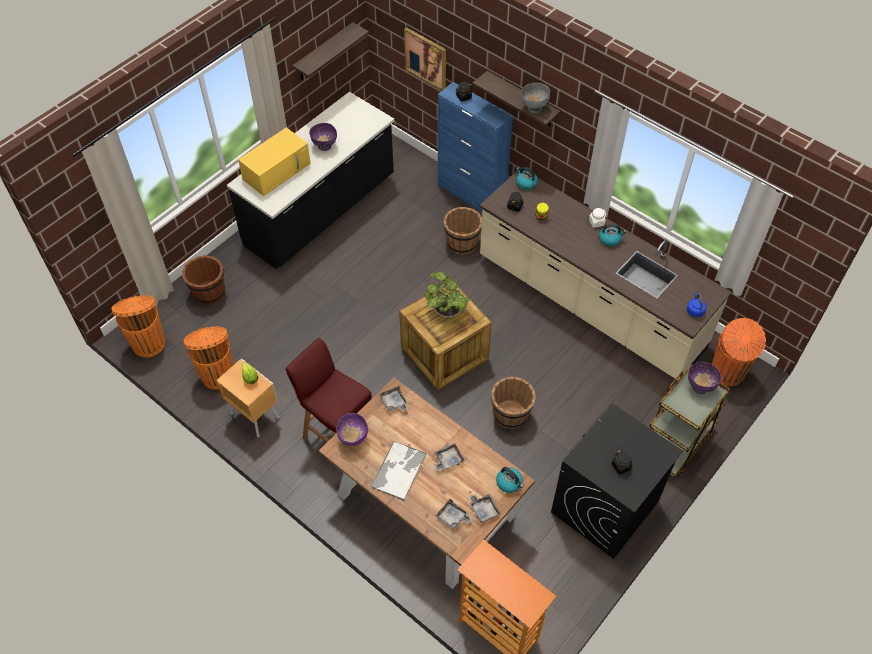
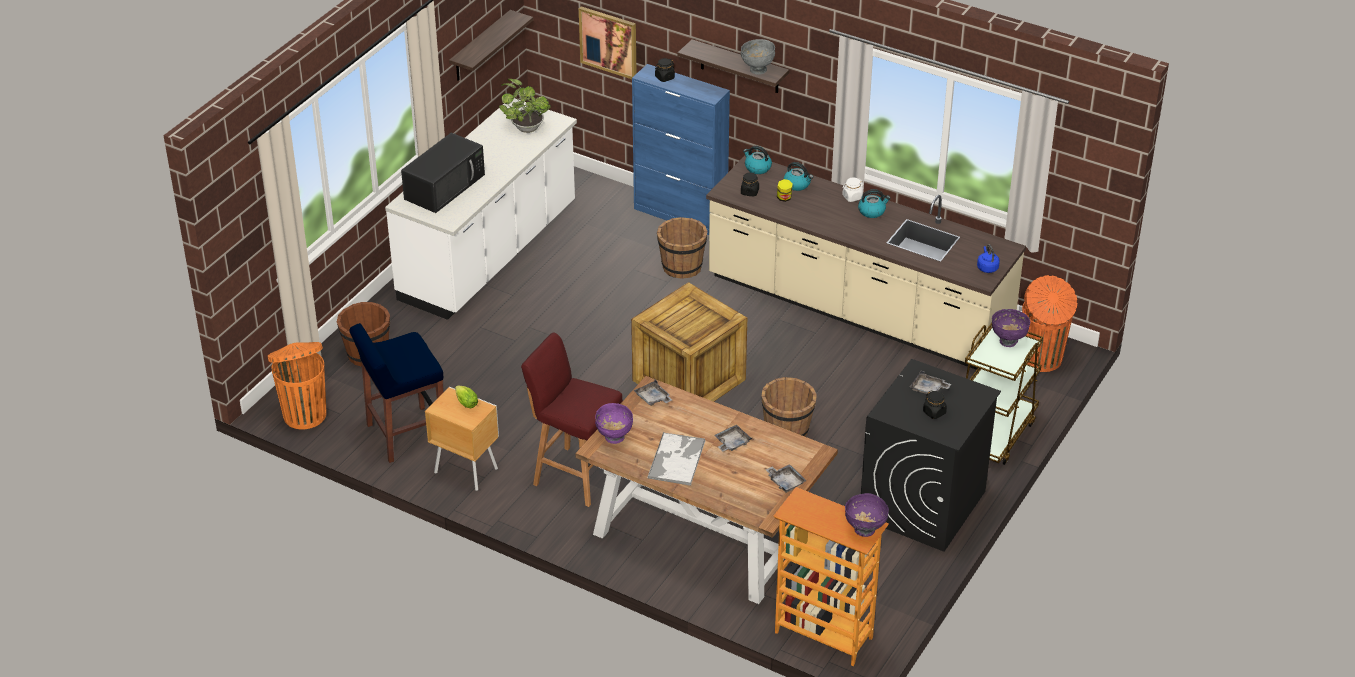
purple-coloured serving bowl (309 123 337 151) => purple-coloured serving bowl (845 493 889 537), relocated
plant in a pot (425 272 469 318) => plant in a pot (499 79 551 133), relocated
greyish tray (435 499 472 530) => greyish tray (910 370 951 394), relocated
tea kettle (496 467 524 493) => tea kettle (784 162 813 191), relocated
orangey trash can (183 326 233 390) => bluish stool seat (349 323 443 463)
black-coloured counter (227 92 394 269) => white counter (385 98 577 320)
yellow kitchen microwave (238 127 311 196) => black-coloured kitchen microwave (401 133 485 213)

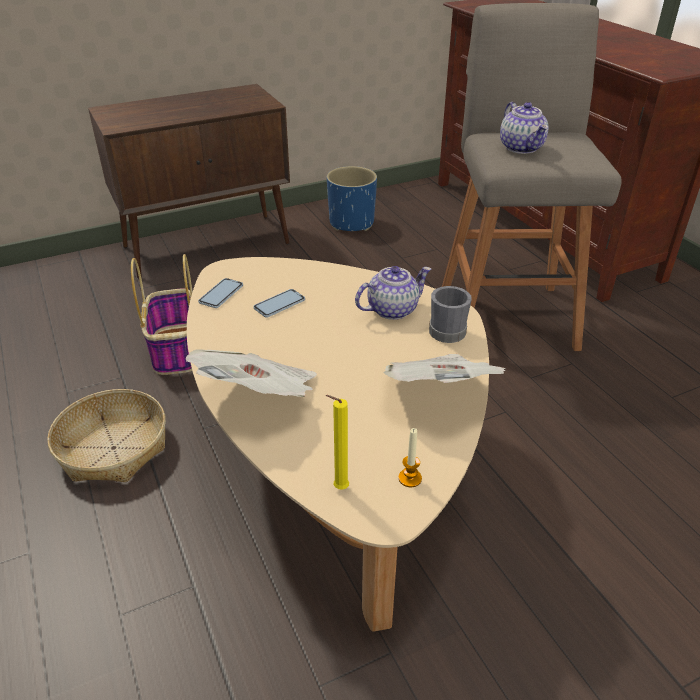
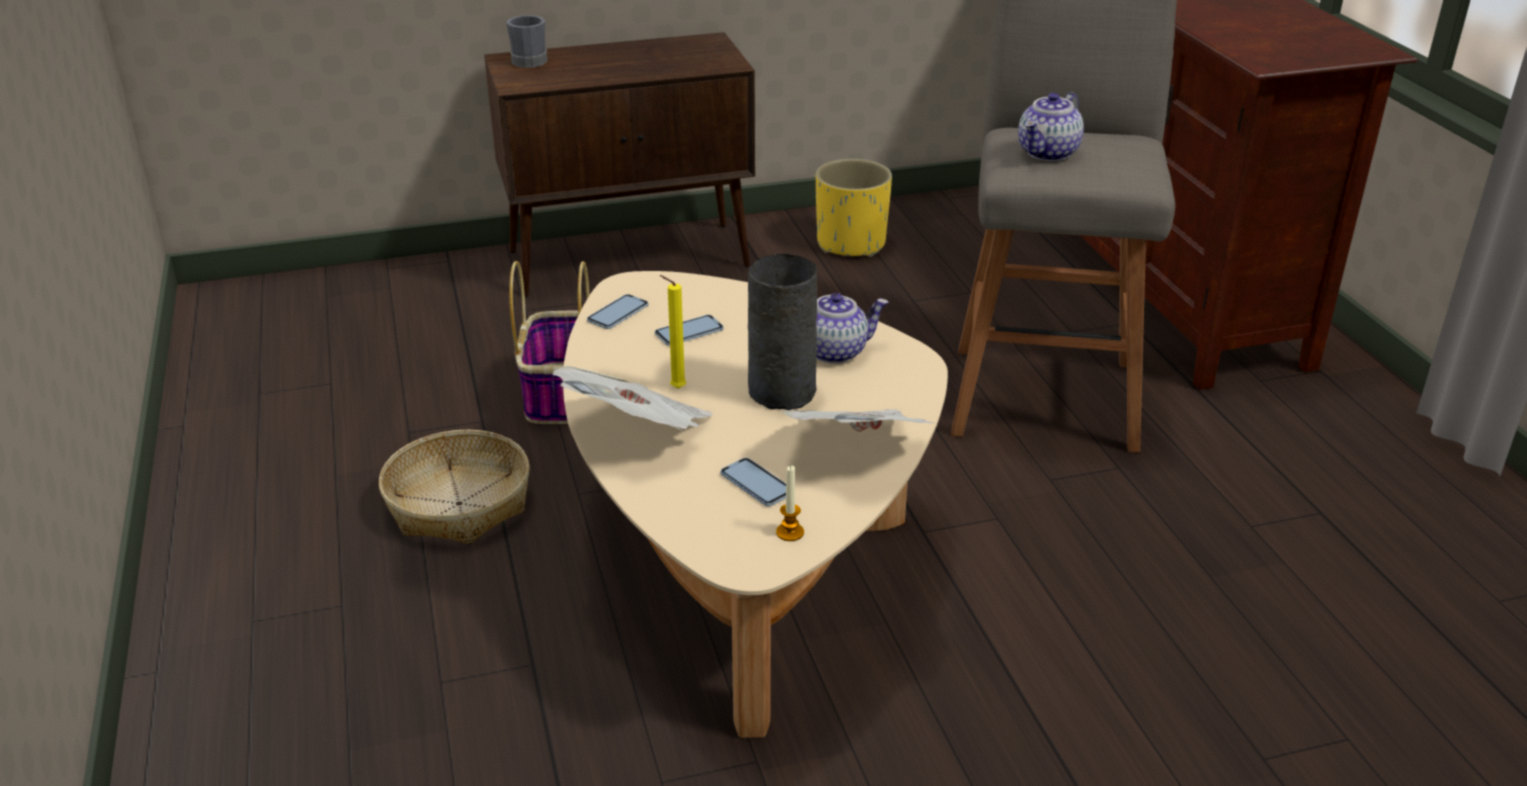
nothing => handset (721 458 786 506)
nothing => greyish vase (748 254 817 410)
yellow wax light (326 395 349 490) => yellow wax light (660 275 686 389), relocated
greyish coffee mug (429 286 472 343) => greyish coffee mug (507 15 547 68), relocated
bluish flower pot (327 166 377 231) => yellow flower pot (816 159 892 257)
tea pot (500 102 549 154) => tea pot (1018 92 1084 161), 45 degrees clockwise

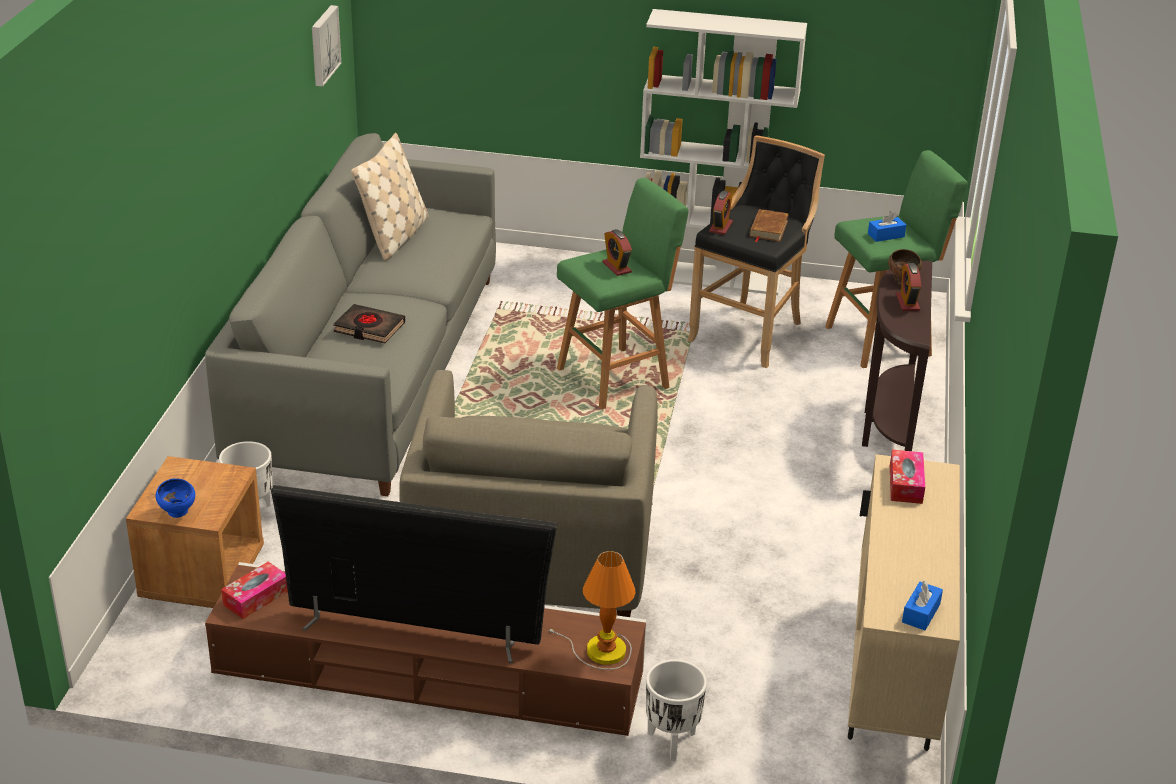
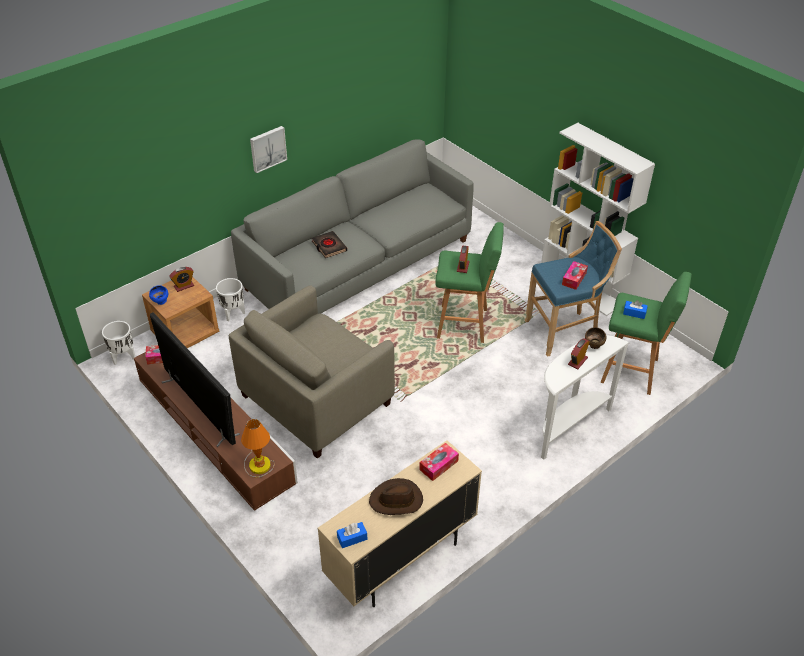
beige-coloured cushion (351 133 428 260) => nothing
nothing => brownish clothing hat (369 478 423 515)
picture (312 5 341 87) => picture (250 126 287 173), relocated
white flower pot (646 660 707 761) => white flower pot (102 321 135 365), relocated
alarm clock (709 191 733 235) => alarm clock (169 267 194 292), relocated
brownish bound book (749 209 789 242) => box of tissues (562 261 588 290)
black-coloured stool seat (687 135 825 368) => bluish stool seat (525 221 622 357)
brownish console table (862 261 932 451) => white console table (541 335 629 460)

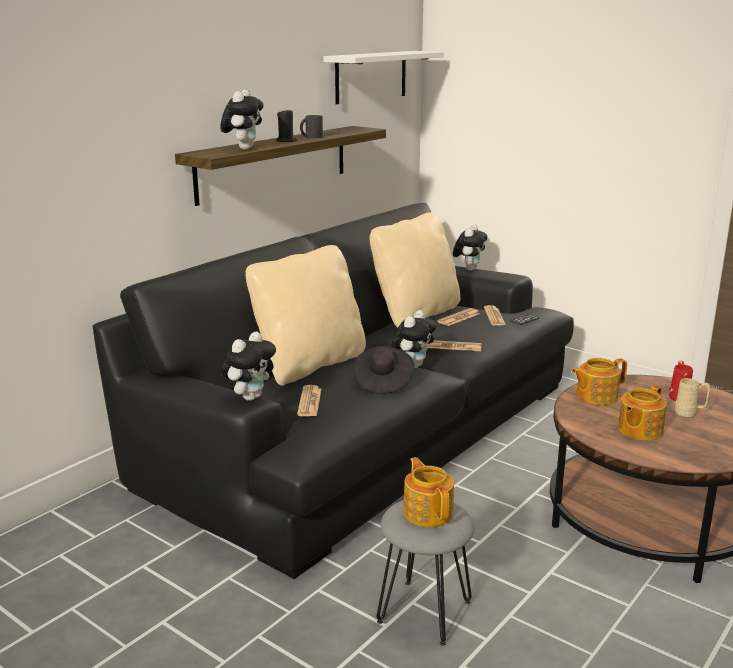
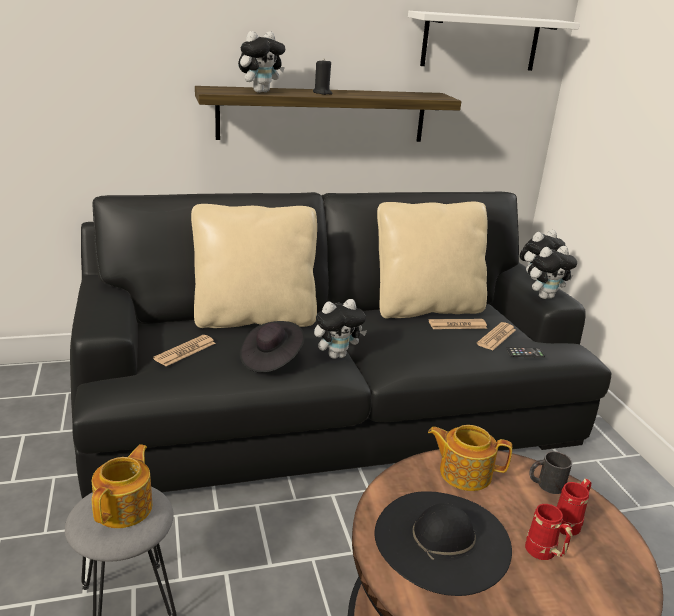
newspaper (427 340 482 351) => nothing
cuddly toy (222 332 276 401) => cuddly toy (528 246 577 299), relocated
black-coloured coffee mug (300 115 323 138) => black-coloured coffee mug (529 451 572 494), relocated
tea pot (618 385 667 440) => black-coloured clothing hat (375 491 512 596)
beige-coloured coffee mug (674 378 711 417) => red coffee mug (525 504 572 560)

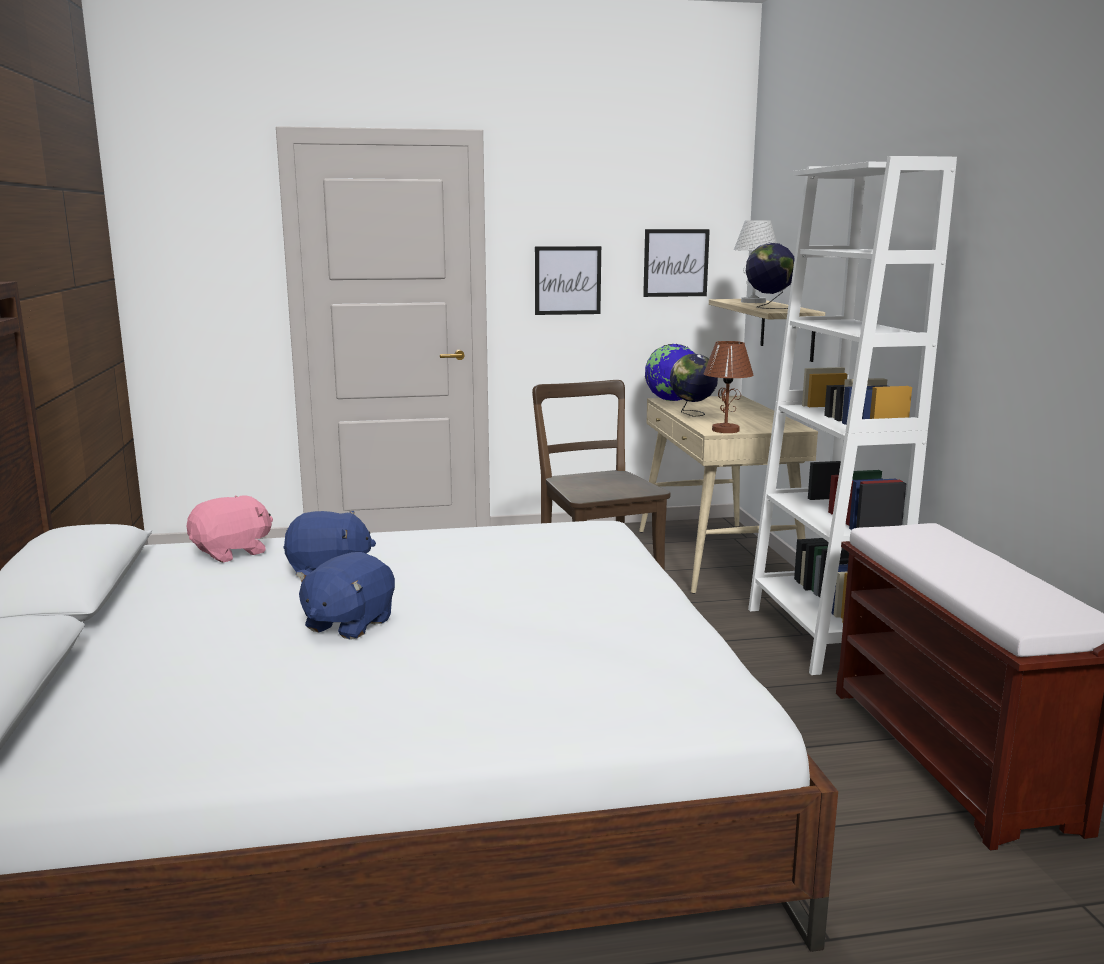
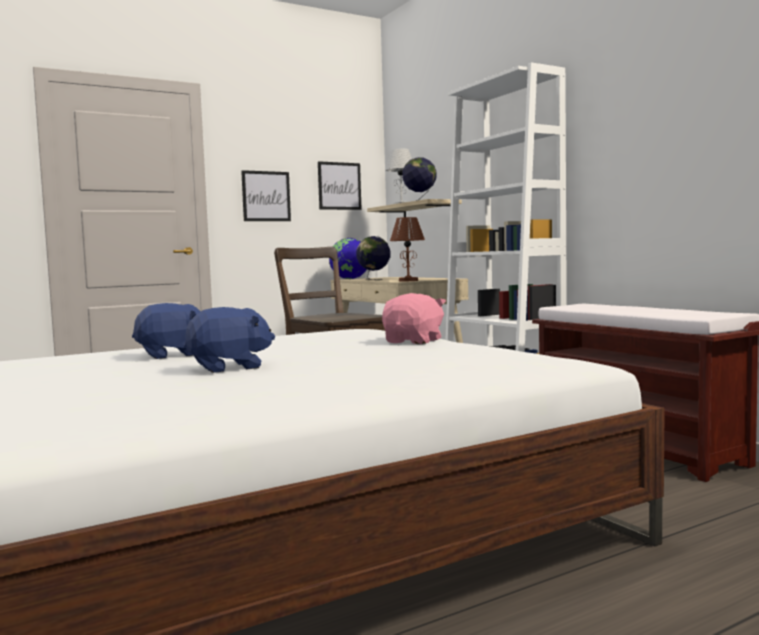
pink cuddly toy (187 496 273 562) => pink cuddly toy (382 293 446 344), relocated
bluish cuddly toy (296 552 395 640) => bluish cuddly toy (184 307 275 373), 120 degrees counterclockwise

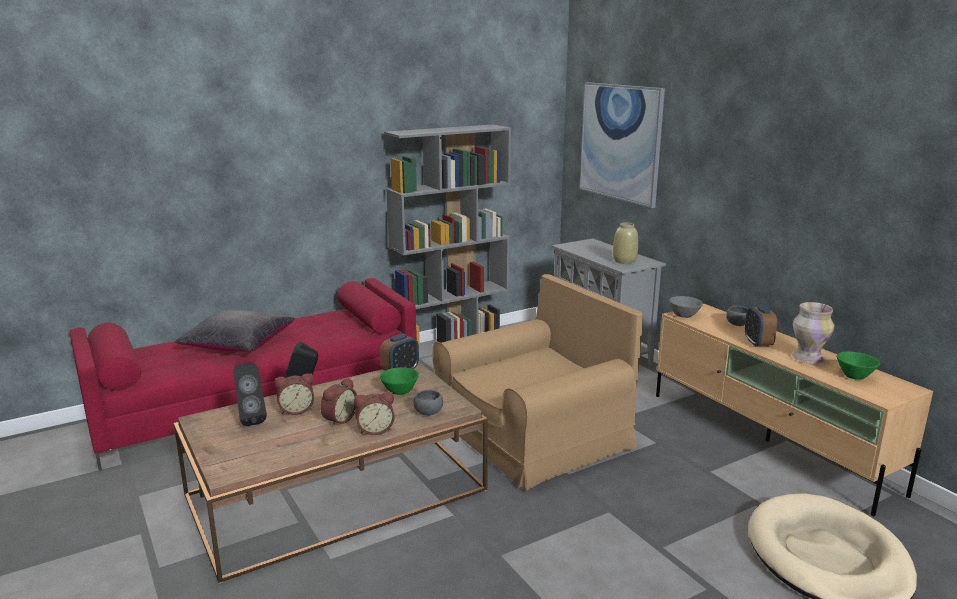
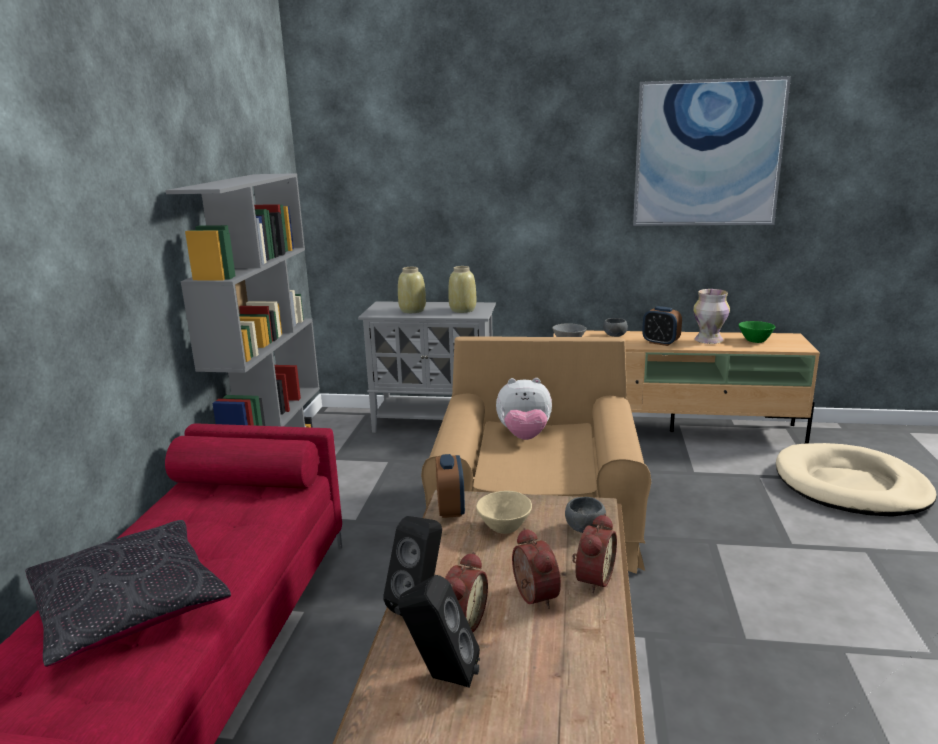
nothing => beige-coloured vase (398 267 426 313)
nothing => cuddly toy (496 378 552 440)
picture (579 82 665 208) => picture (633 76 791 226), relocated
green-coloured serving bowl (380 367 419 395) => beige-coloured serving bowl (476 491 532 534)

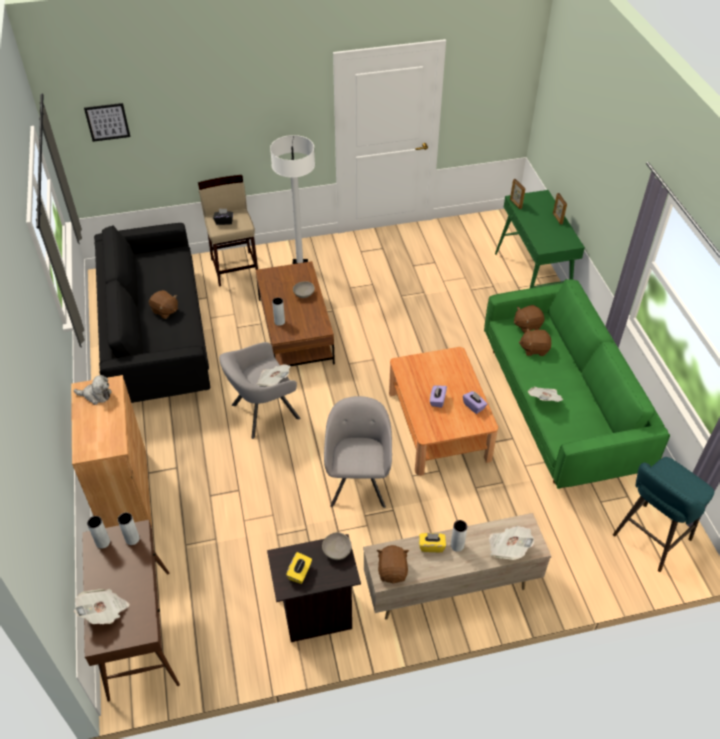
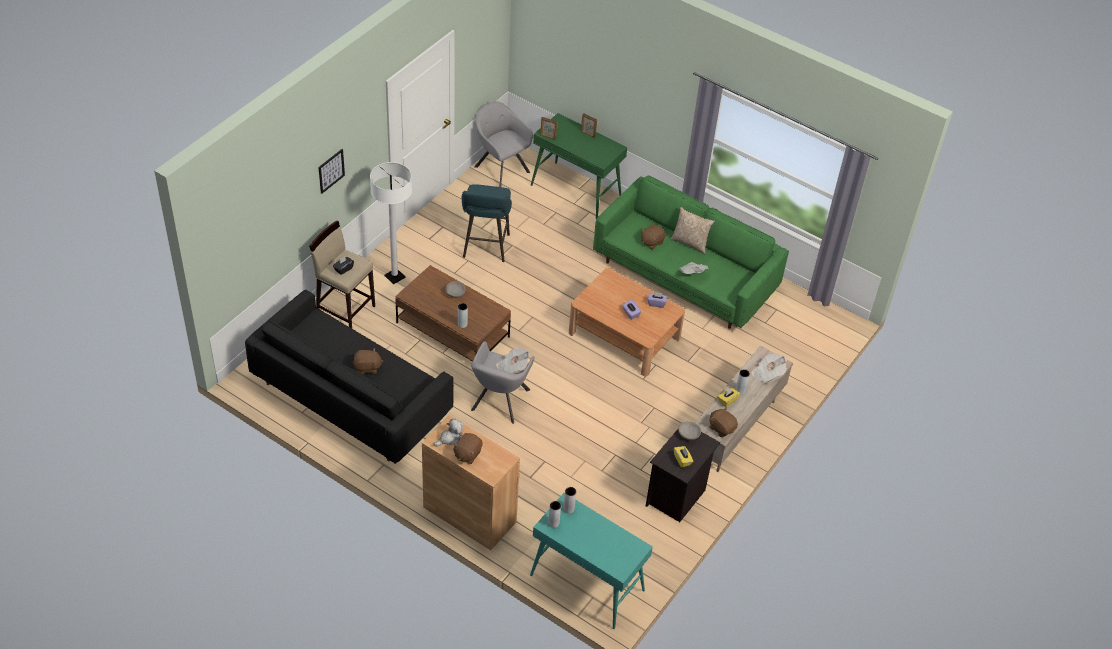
newspaper (74 589 130 624) => nothing
nothing => cushion (670 207 715 254)
picture (84 103 130 142) => picture (318 149 345 194), relocated
greyish easy chair (324 396 392 508) => greyish easy chair (474 102 533 187), relocated
brownish cuddly toy (514 305 545 333) => brownish cuddly toy (453 433 482 464), relocated
turquoise-coloured stool seat (613 457 714 572) => turquoise-coloured stool seat (462 184 512 262), relocated
brownish console table (82 520 180 702) => turquoise-coloured console table (530 493 653 629)

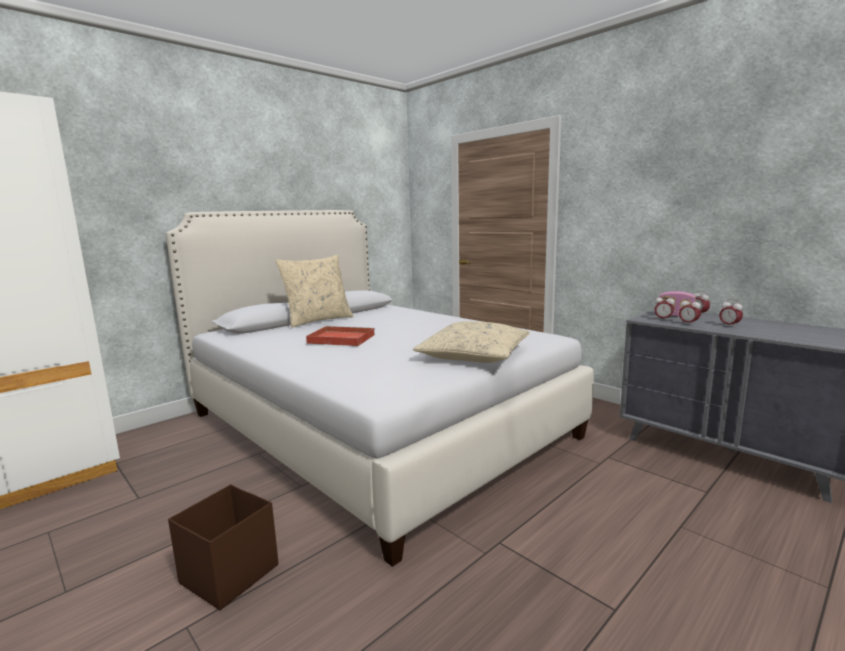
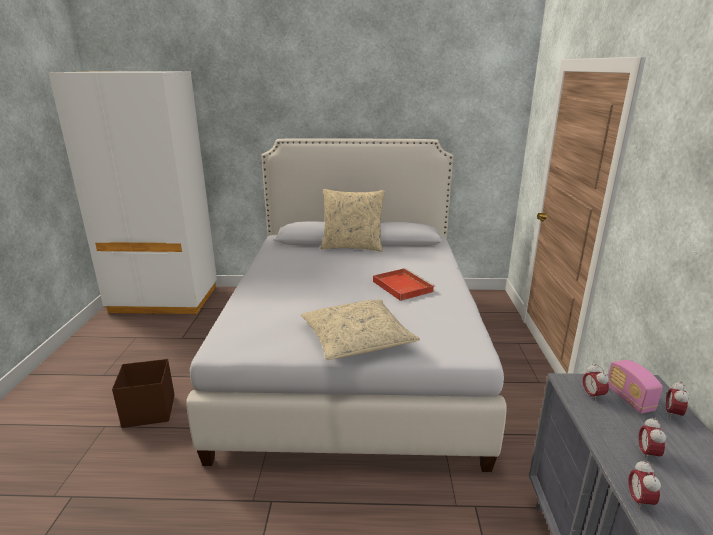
red tray (306 326 375 346) => red tray (373 268 435 301), relocated
alarm clock (679 298 701 326) => alarm clock (628 460 661 510), relocated

